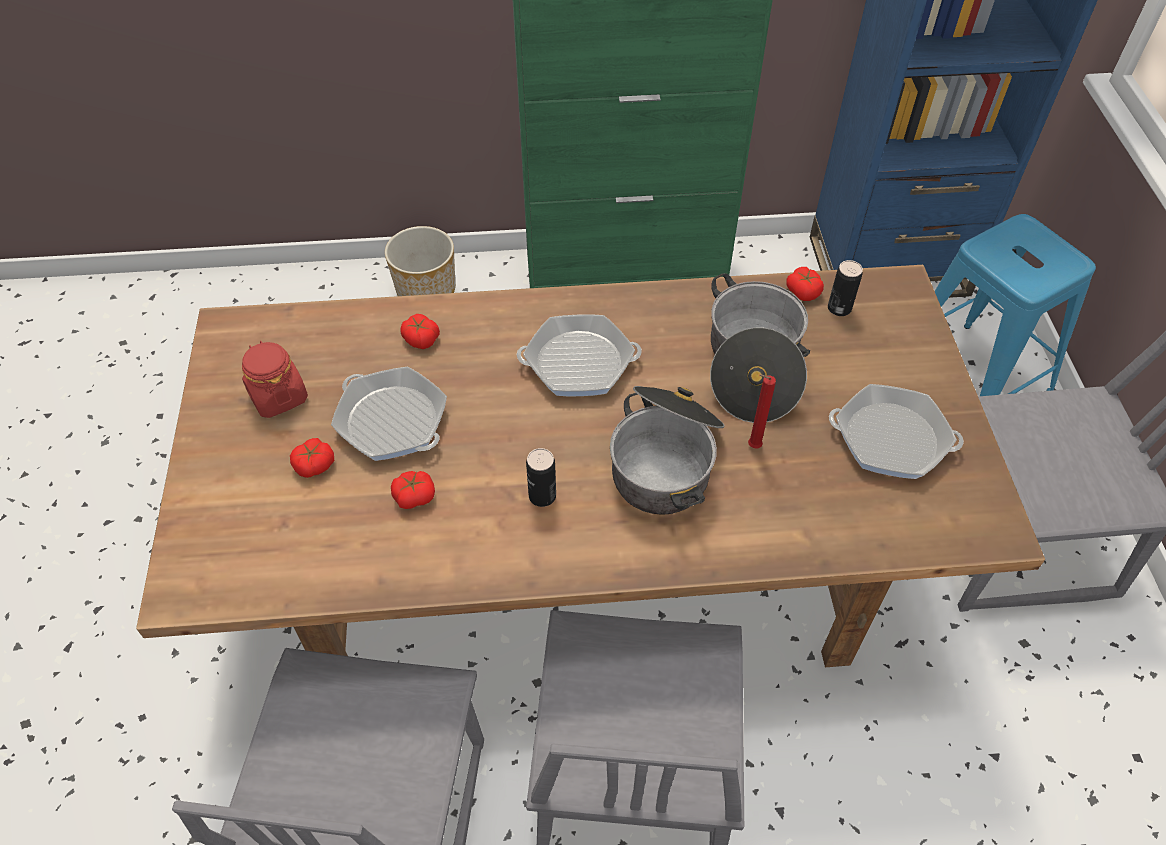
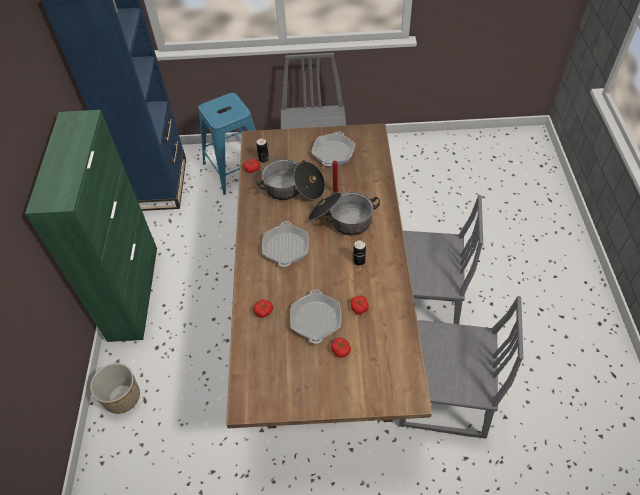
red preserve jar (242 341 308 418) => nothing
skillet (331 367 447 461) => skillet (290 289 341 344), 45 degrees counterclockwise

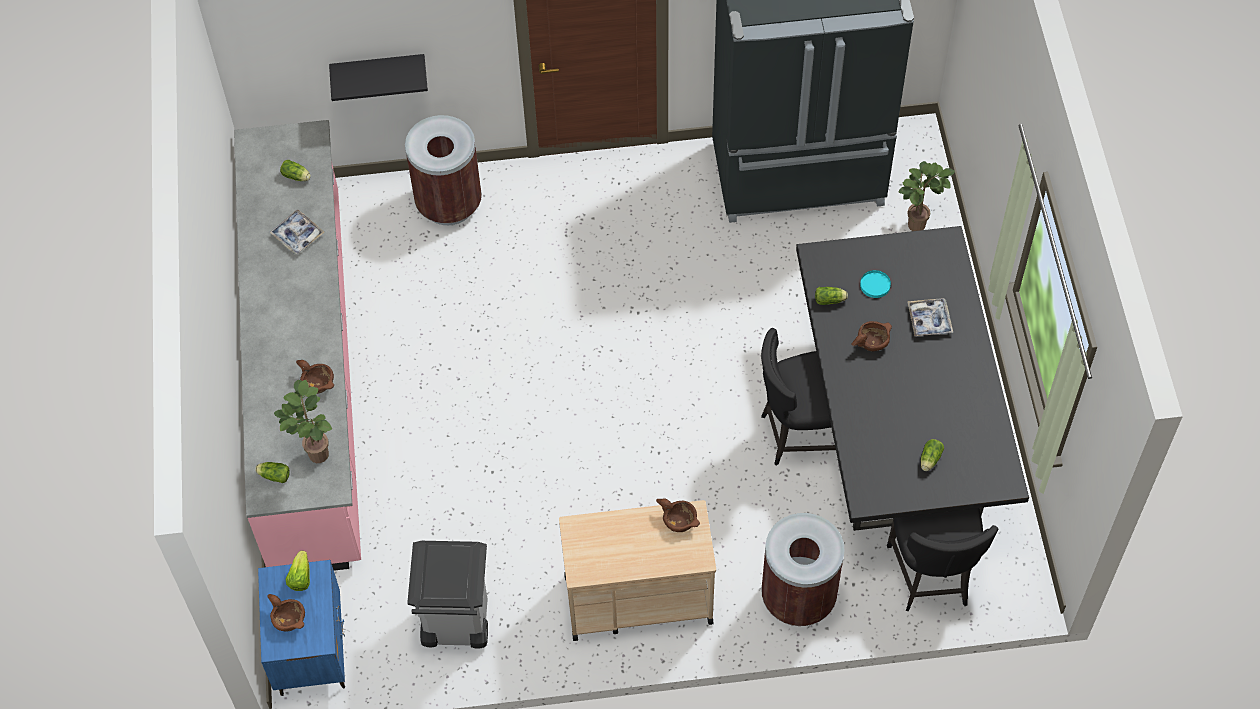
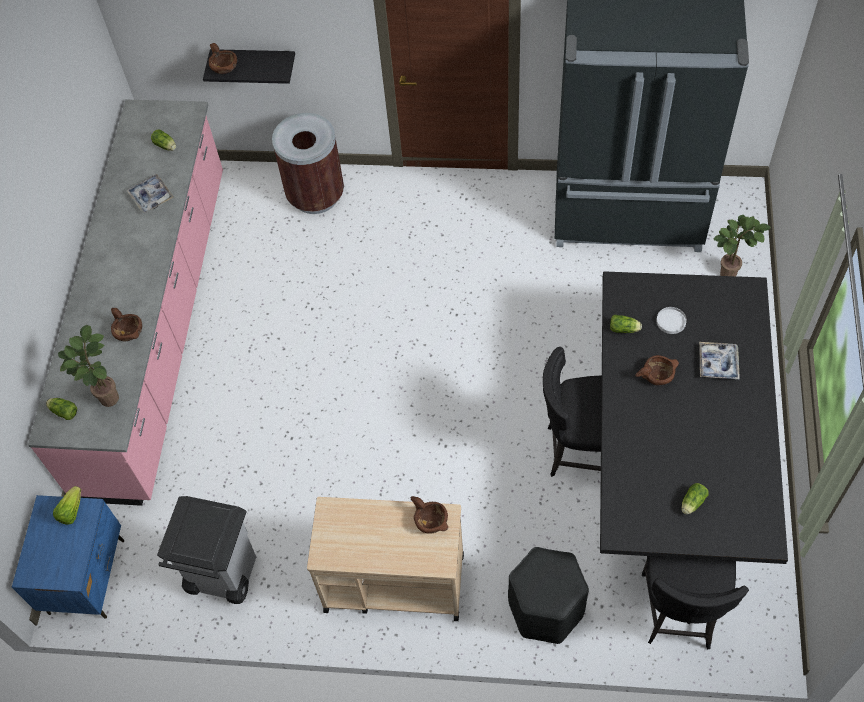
brownish serving bowl (268 594 305 632) => brownish serving bowl (209 43 237 74), relocated
brownish trash can (761 513 845 626) => black-coloured stool seat (508 547 589 644)
turquoise-coloured plate (860 270 891 298) => white plate (656 307 687 334)

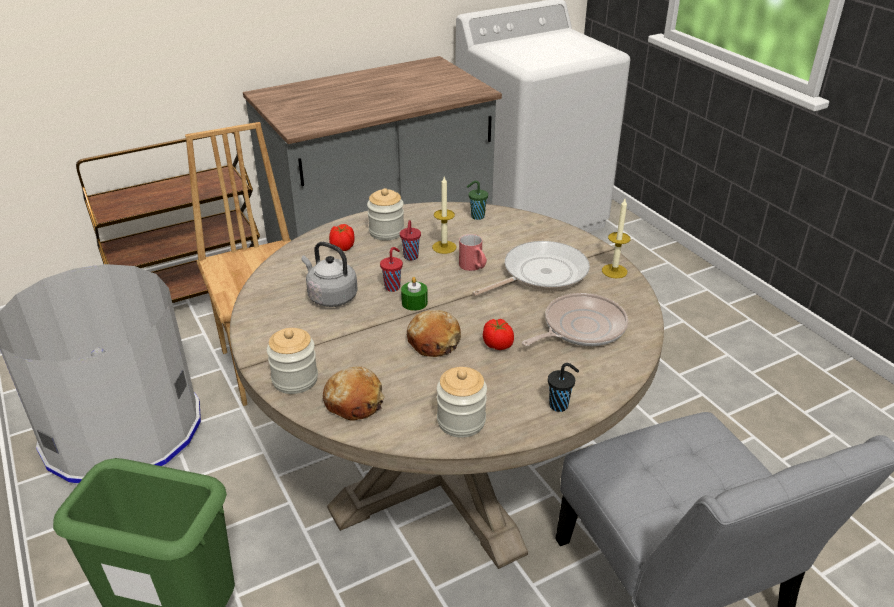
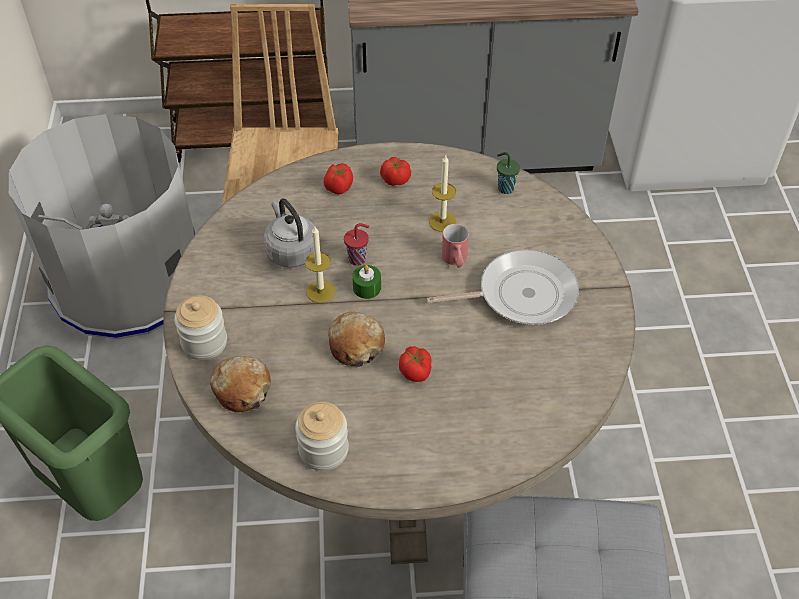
red small cup (400 220 421 260) => nothing
skillet (522 293 628 346) => nothing
black-coloured small cup (548 363 579 412) => nothing
wax light (602 199 631 278) => wax light (305 225 335 303), relocated
preserve jar (367 188 404 241) => whole tomato (380 157 411 186)

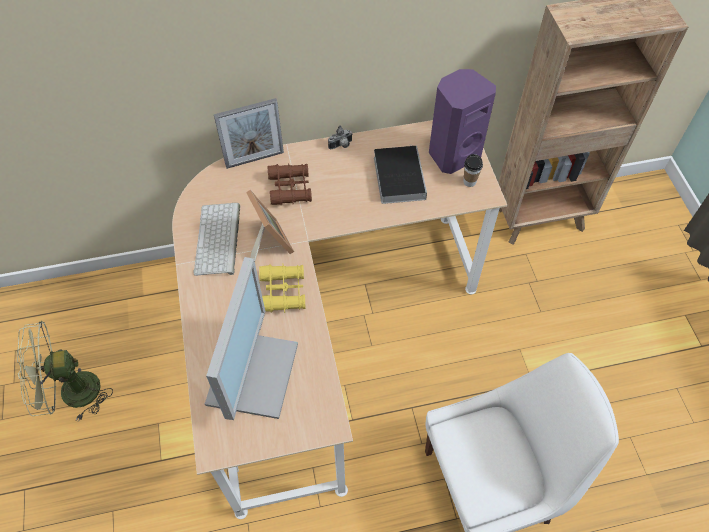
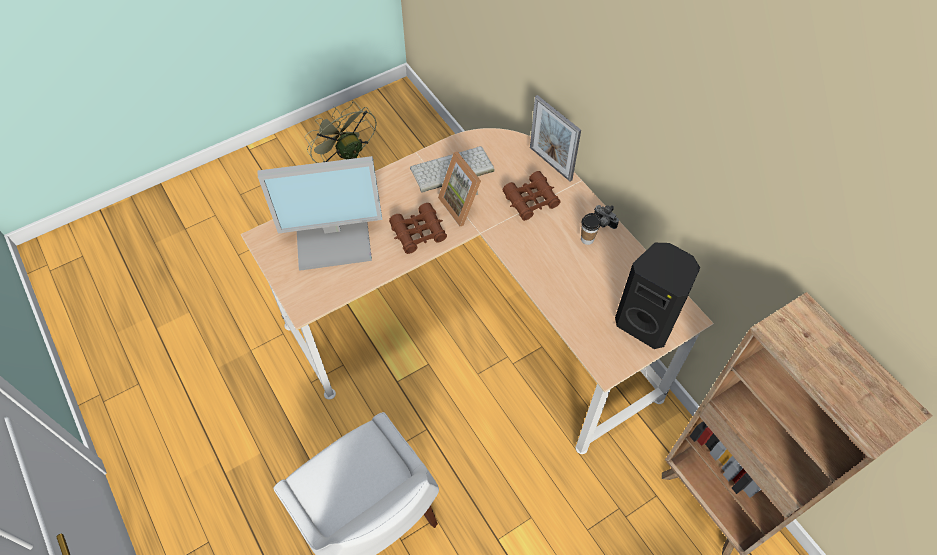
bound book (374 144 427 204) => nothing
small cup (463 154 483 187) => small cup (581 213 601 245), relocated
yellow binoculars (259 263 305 313) => brownish binoculars (389 203 447 254)
purple-coloured loudspeaker (429 69 496 174) => black-coloured loudspeaker (615 243 700 349)
standing frame (246 190 294 261) => standing frame (438 152 481 226), 105 degrees clockwise

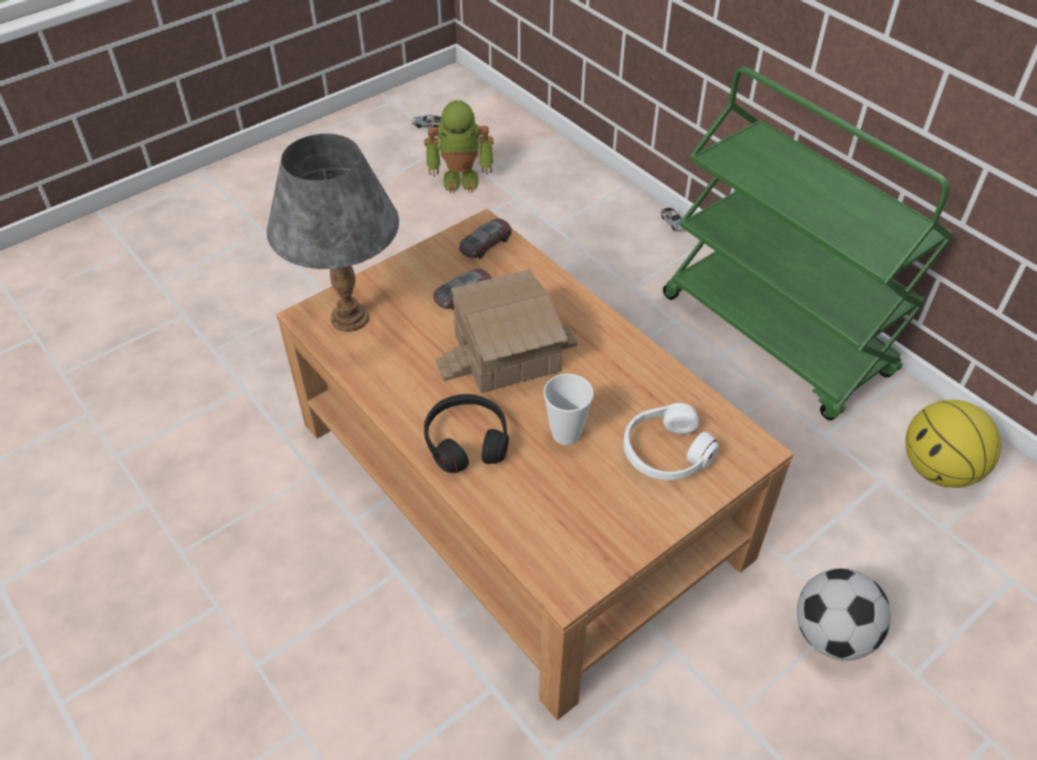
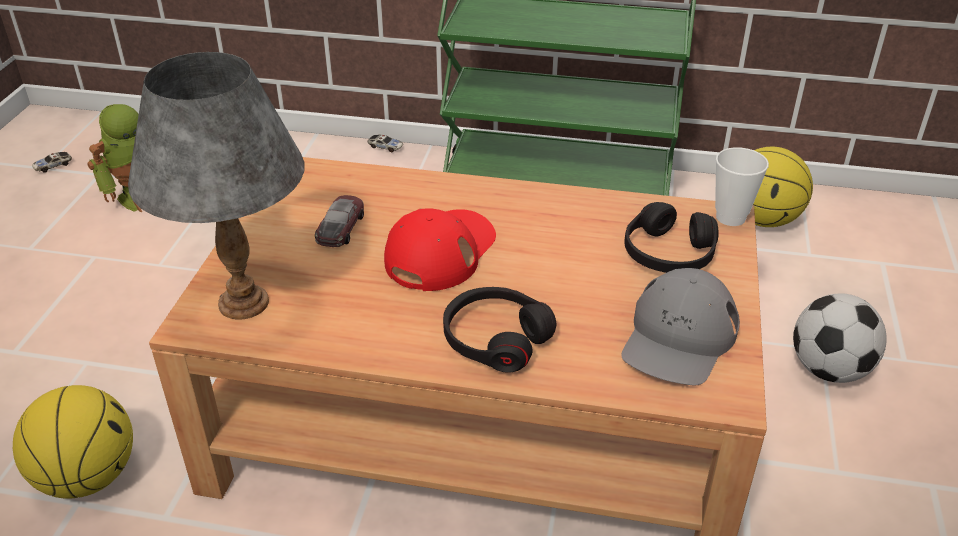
toy car (459 218 512 258) => nothing
nothing => basketball ball (13 385 133 499)
nothing => greyish baseball cap (621 268 740 385)
small cup (543 374 594 445) => small cup (715 147 769 226), relocated
toy house (436 269 577 393) => red baseball cap (384 208 496 291)
white pair of headphones (623 403 719 480) => black-coloured pair of headphones (624 202 719 273)

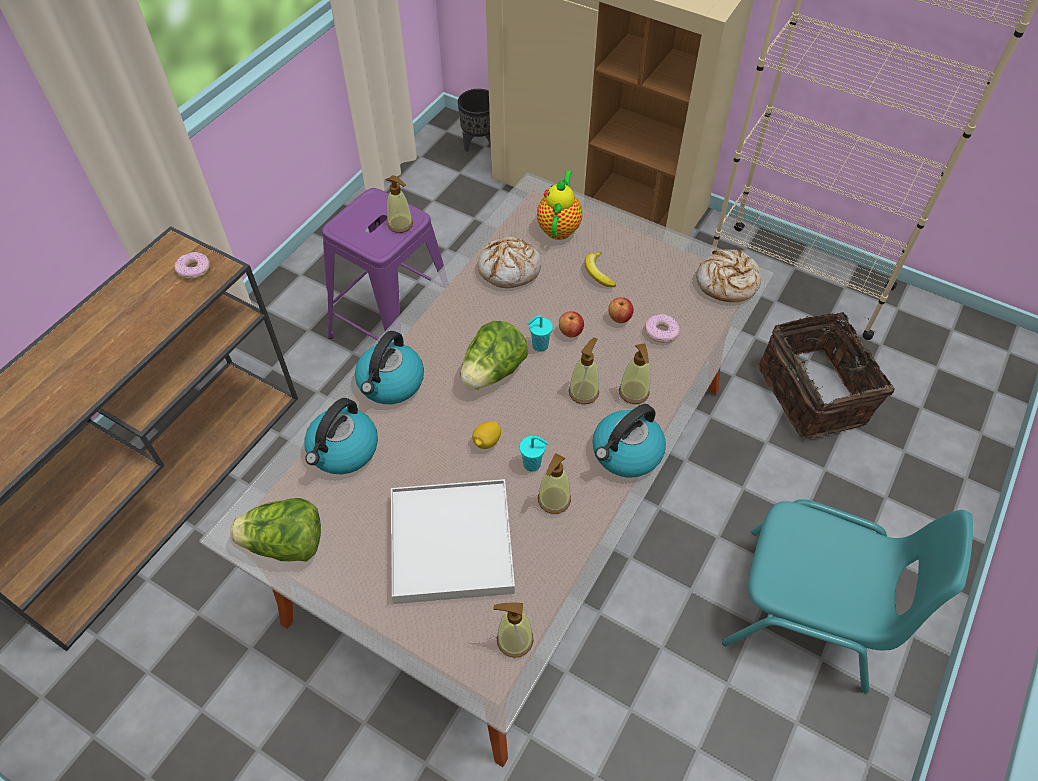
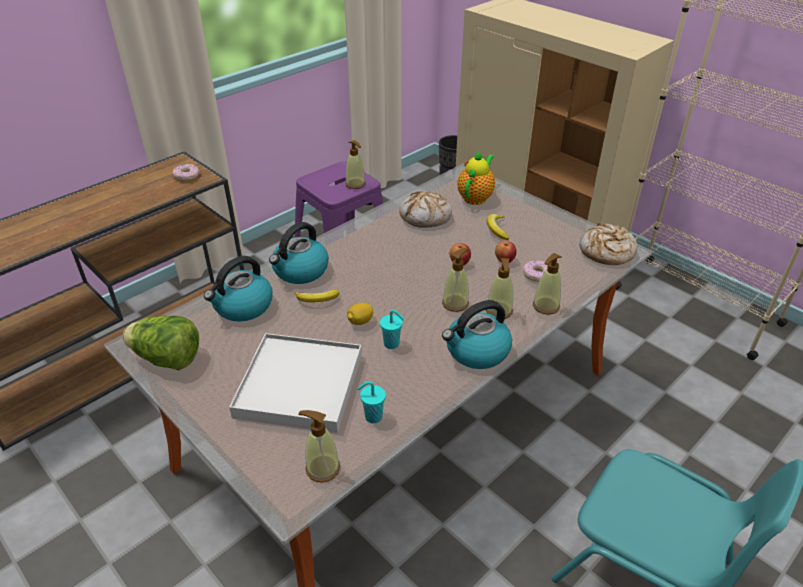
head of lettuce (460 321 528 390) => nothing
basket (758 312 895 438) => nothing
nothing => banana fruit (294 290 340 302)
turquoise-coloured small cup (527 315 553 352) => turquoise-coloured small cup (357 381 386 423), relocated
soap dispenser (538 453 571 514) => soap dispenser (533 253 562 314), relocated

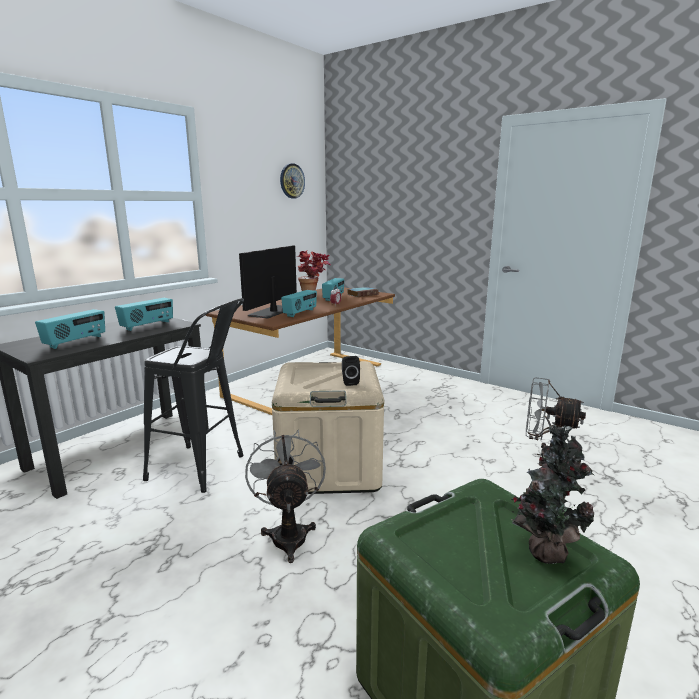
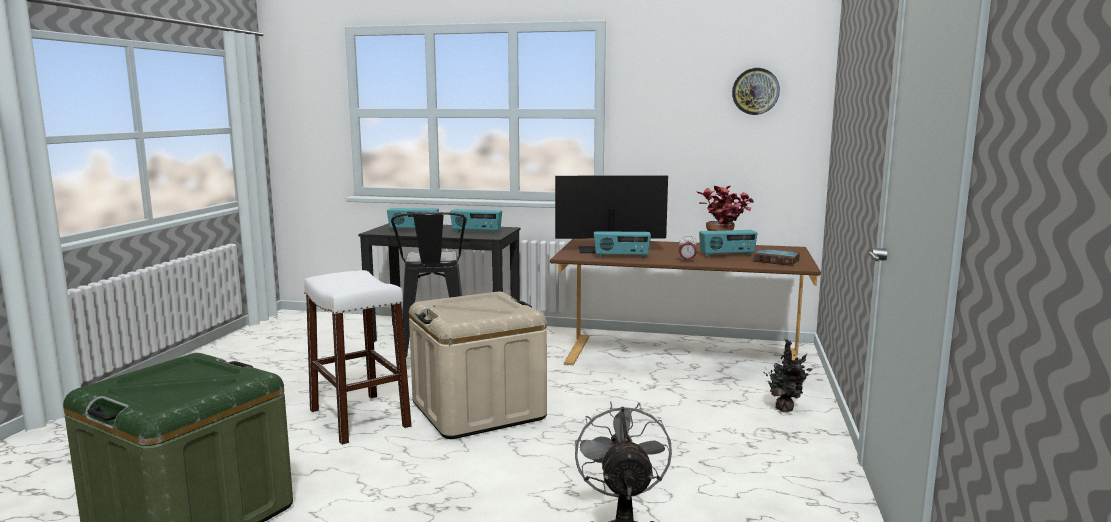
black-coloured loudspeaker (342 356 360 386) => nothing
plant in a pot (511 425 594 564) => plant in a pot (763 339 812 412), relocated
greyish electric fan (245 430 326 563) => white stool seat (304 270 412 445)

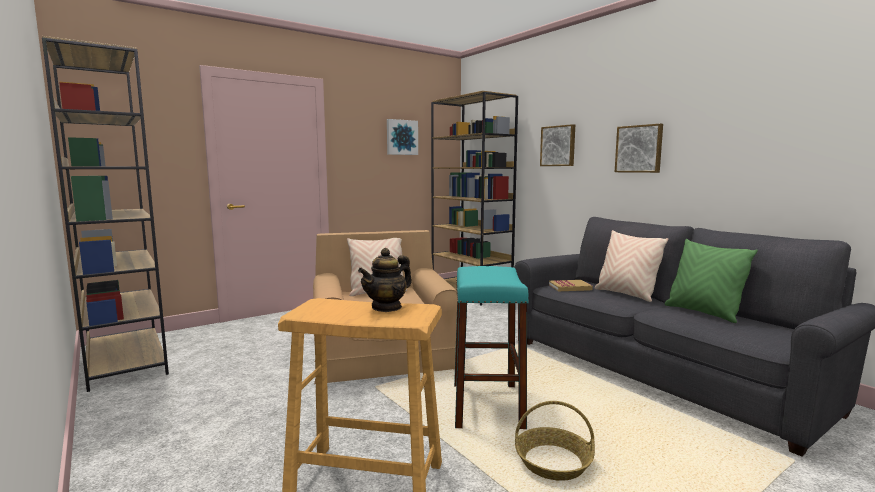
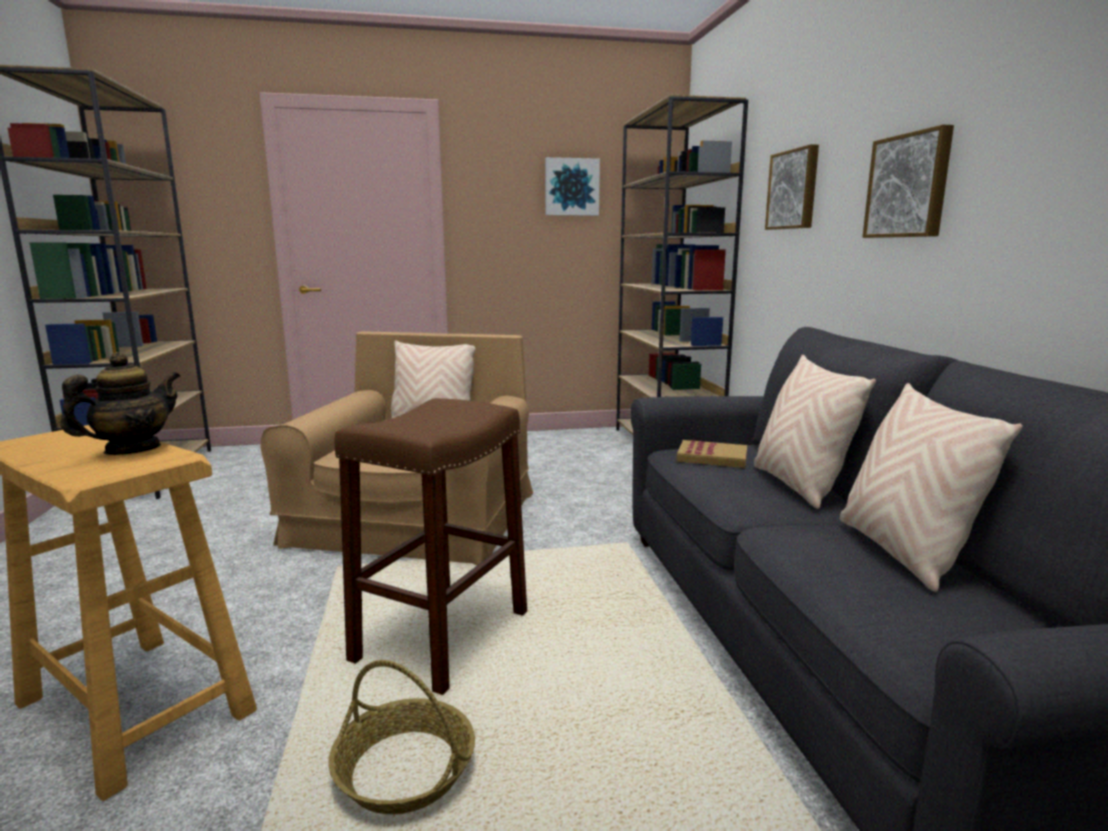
turquoise-coloured stool seat (454 266 529 429) => brownish stool seat (334 398 527 695)
green-coloured cushion (664 239 758 323) => beige-coloured cushion (840 383 1023 592)
tea pot (358 248 412 312) => tea pot (60 352 181 455), 150 degrees clockwise

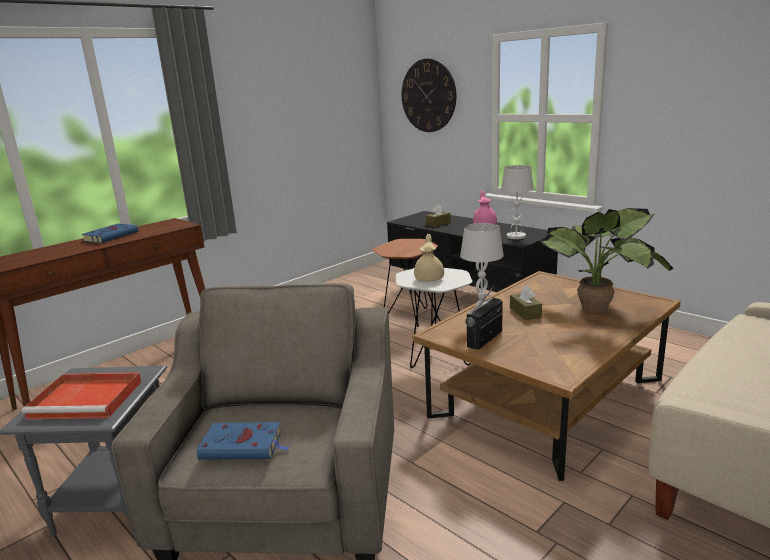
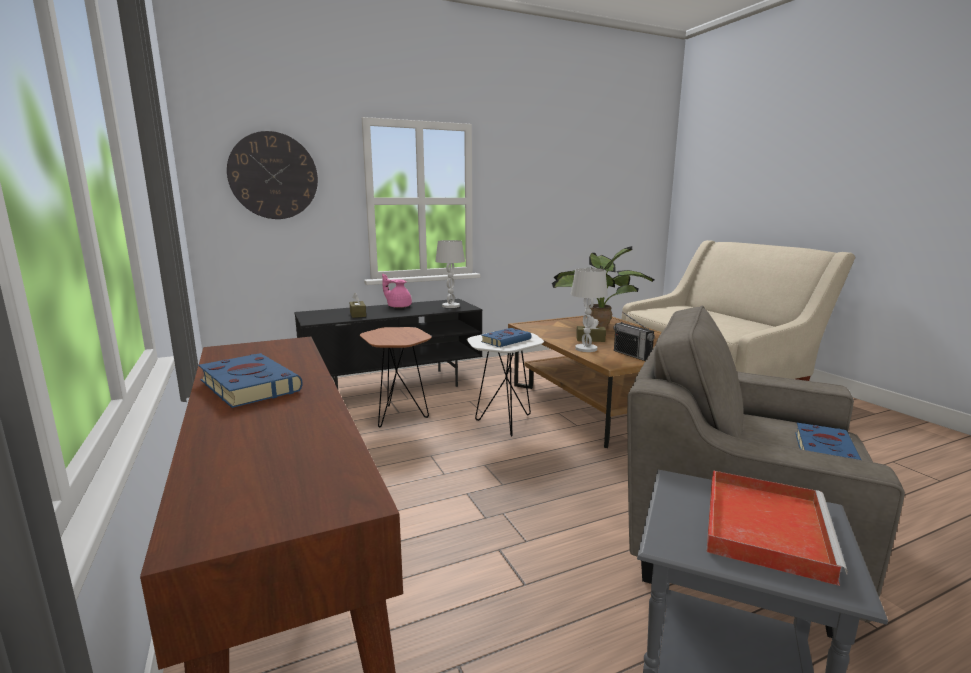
beige-coloured tea pot (414 234 444 282) => bluish bound book (481 328 531 347)

